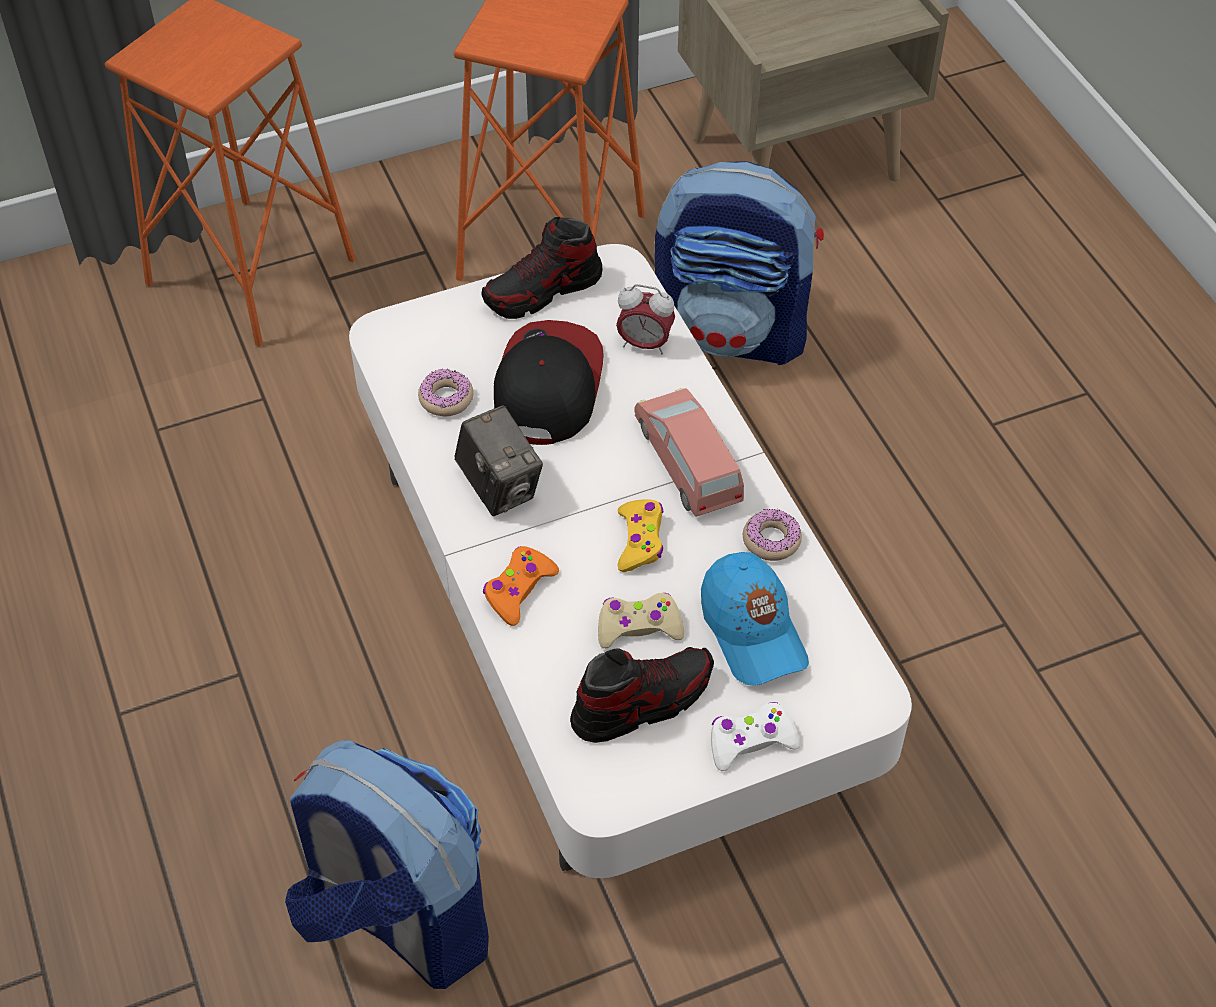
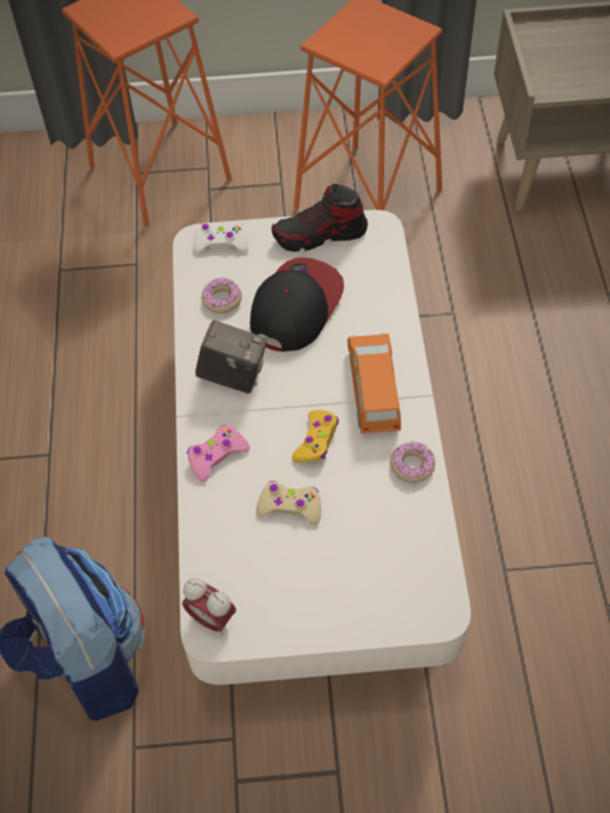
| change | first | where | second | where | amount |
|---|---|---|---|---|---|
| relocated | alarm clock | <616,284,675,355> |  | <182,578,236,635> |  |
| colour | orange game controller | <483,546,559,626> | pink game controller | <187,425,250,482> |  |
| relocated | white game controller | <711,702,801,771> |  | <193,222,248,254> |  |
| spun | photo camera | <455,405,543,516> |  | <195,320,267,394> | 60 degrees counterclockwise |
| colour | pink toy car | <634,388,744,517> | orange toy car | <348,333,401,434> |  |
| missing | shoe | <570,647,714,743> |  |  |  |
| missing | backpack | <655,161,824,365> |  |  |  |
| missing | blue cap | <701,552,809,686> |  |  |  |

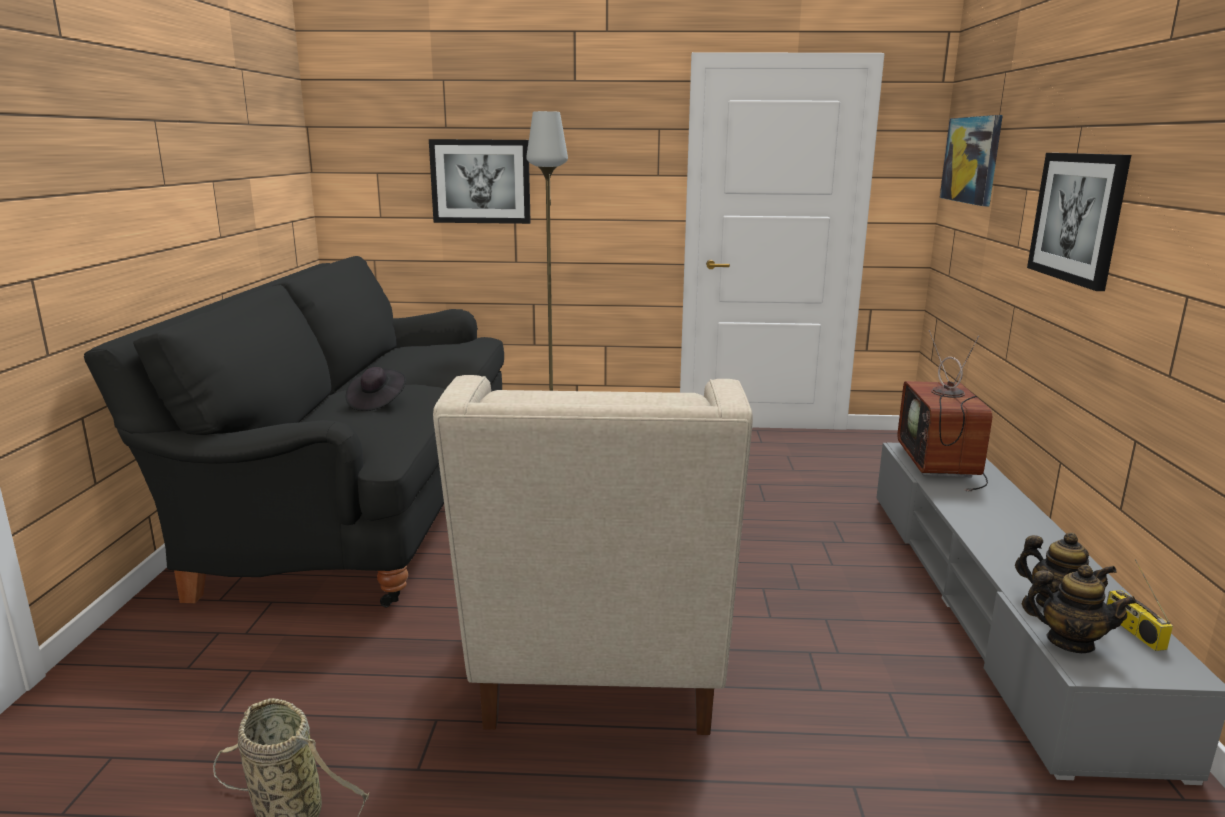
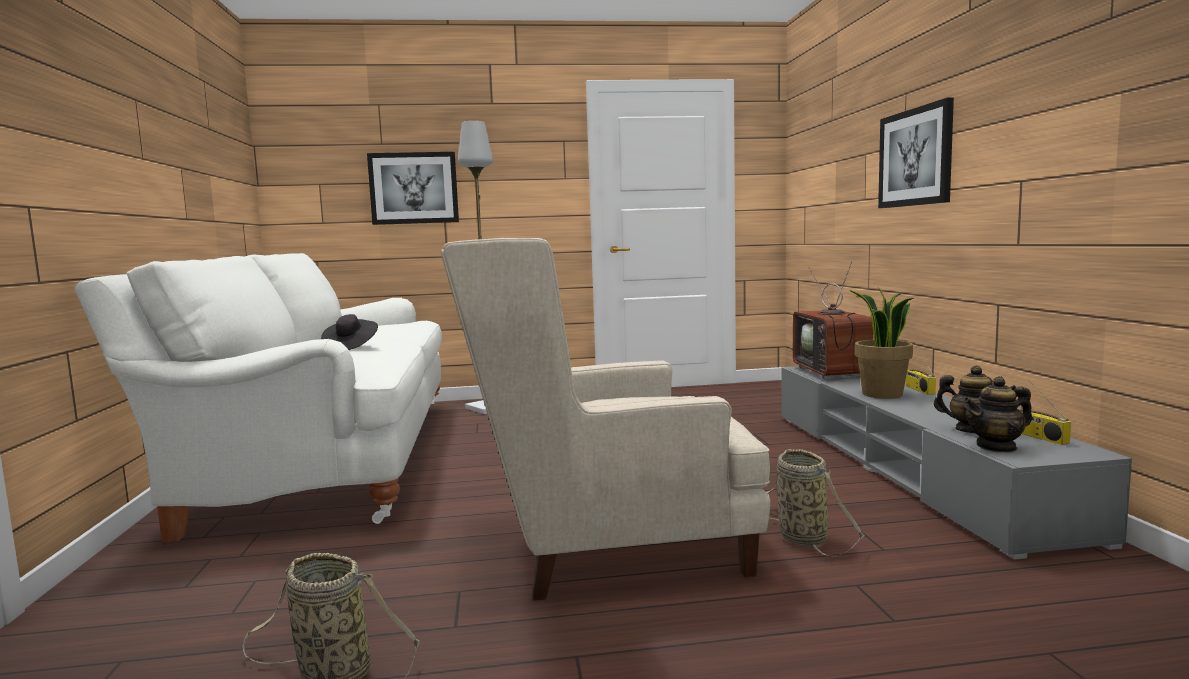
| change | first | where | second | where | amount |
|---|---|---|---|---|---|
| colour | black sofa | <84,256,504,607> | white sofa | <74,253,442,542> |  |
| spun | beige armchair | <433,375,753,735> |  | <441,238,770,601> | 90 degrees clockwise |
| appeared |  |  | basket | <766,449,864,557> |  |
| appeared |  |  | potted plant | <849,288,914,399> |  |
| appeared |  |  | radio | <906,346,936,395> |  |
| spun | teapot | <1022,565,1137,653> |  | <963,376,1032,452> | 150 degrees clockwise |
| missing | picture | <940,115,1003,206> |  |  |  |

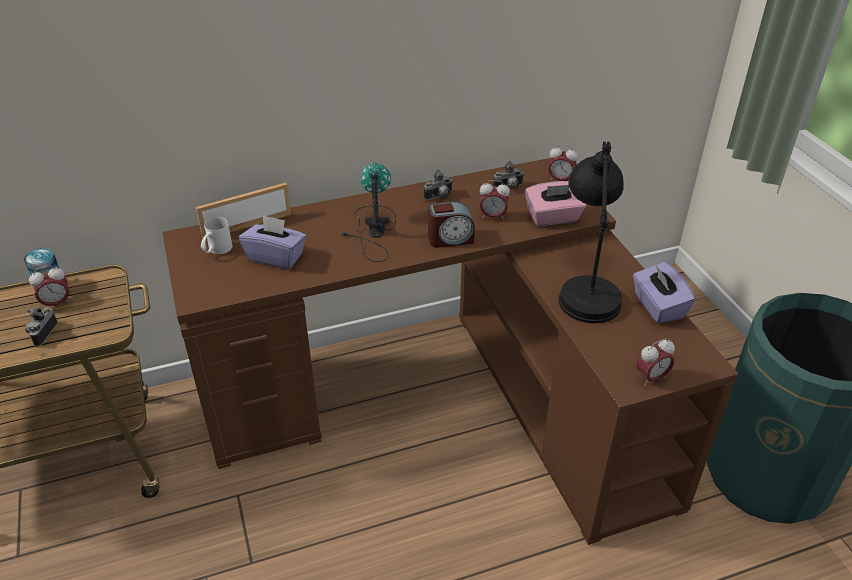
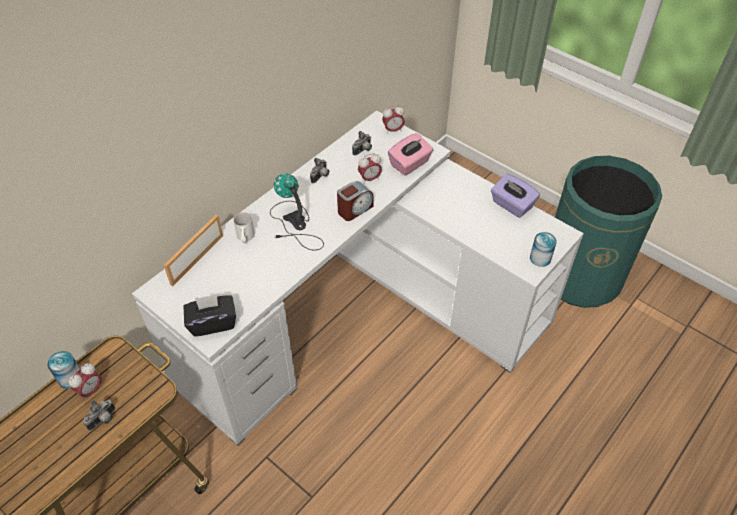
| change | first | where | second | where | amount |
|---|---|---|---|---|---|
| spun | photo camera | <25,307,58,347> |  | <83,400,115,430> | 120 degrees counterclockwise |
| colour | brown desk | <162,158,738,545> | white desk | <132,110,584,446> |  |
| appeared |  |  | black tissue box | <183,295,236,337> |  |
| relocated | white mug | <201,217,232,254> |  | <233,212,255,243> |  |
| exchanged | alarm clock | <636,338,675,386> | can | <530,232,557,267> |  |
| missing | purple tissue box | <239,215,306,269> |  |  |  |
| missing | black table lamp | <559,141,624,324> |  |  |  |

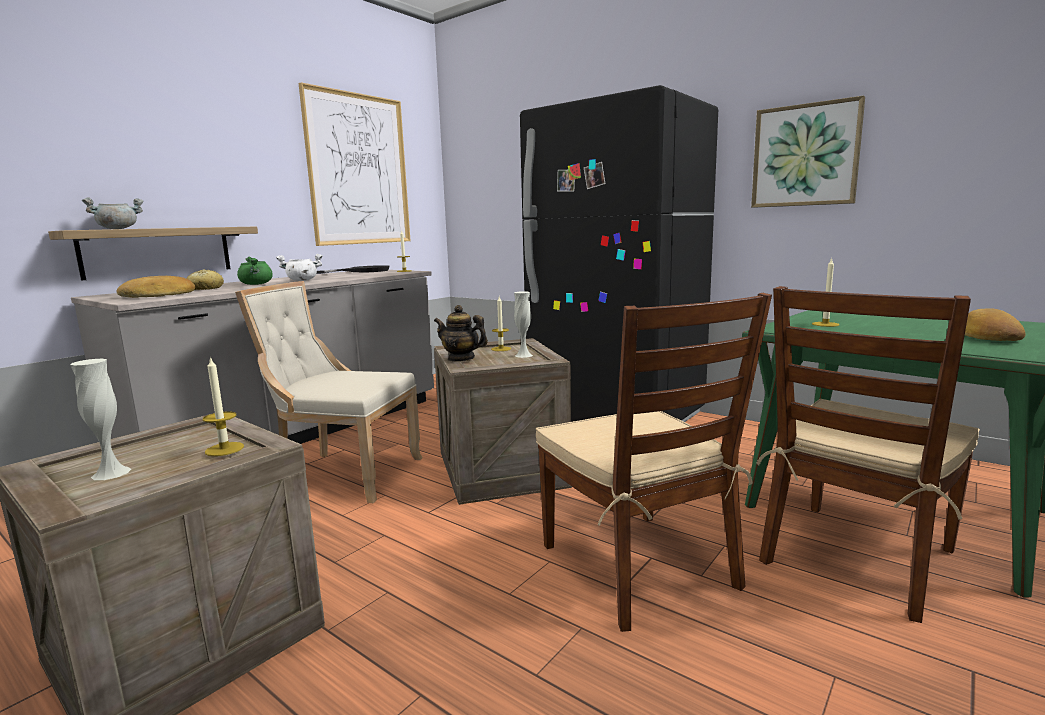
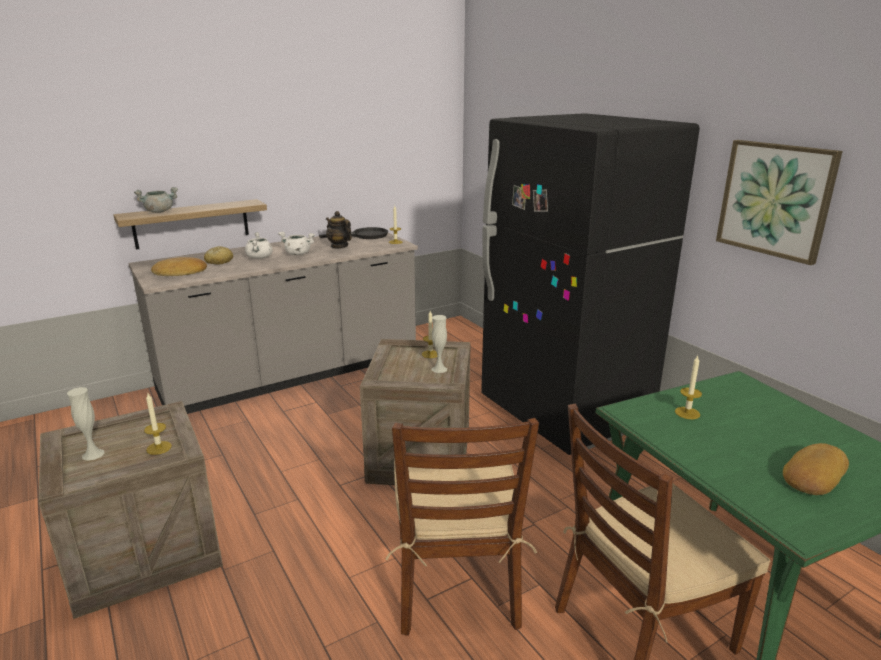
| change | first | where | second | where | amount |
|---|---|---|---|---|---|
| colour | green cooking pot | <237,257,273,285> | white cooking pot | <245,232,273,259> |  |
| relocated | teapot | <434,305,488,362> |  | <326,211,352,249> |  |
| missing | beige chair | <235,281,423,503> |  |  |  |
| missing | picture | <298,82,411,246> |  |  |  |

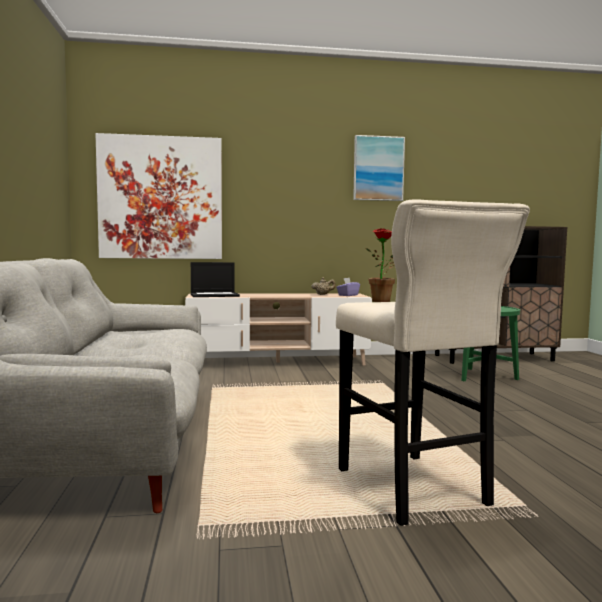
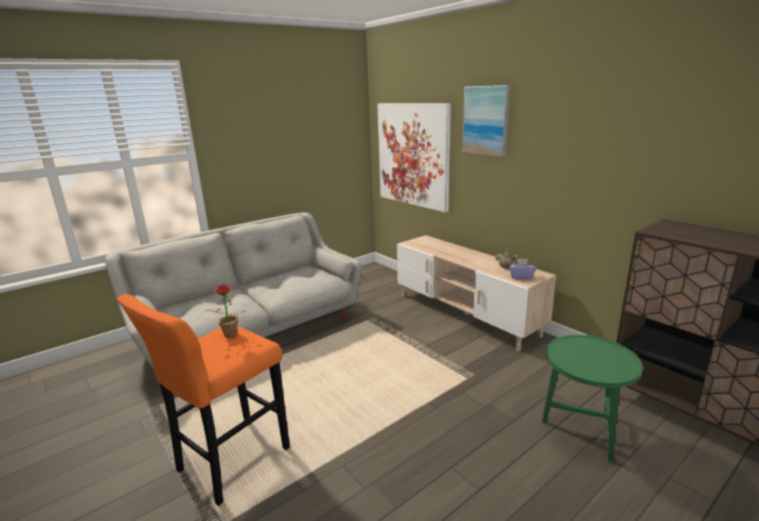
| change | first | where | second | where | amount |
|---|---|---|---|---|---|
| colour | beige stool | <336,199,530,526> | orange stool | <117,294,290,506> |  |
| relocated | picture | <353,135,405,201> |  | <462,85,510,156> |  |
| missing | laptop | <191,262,240,297> |  |  |  |

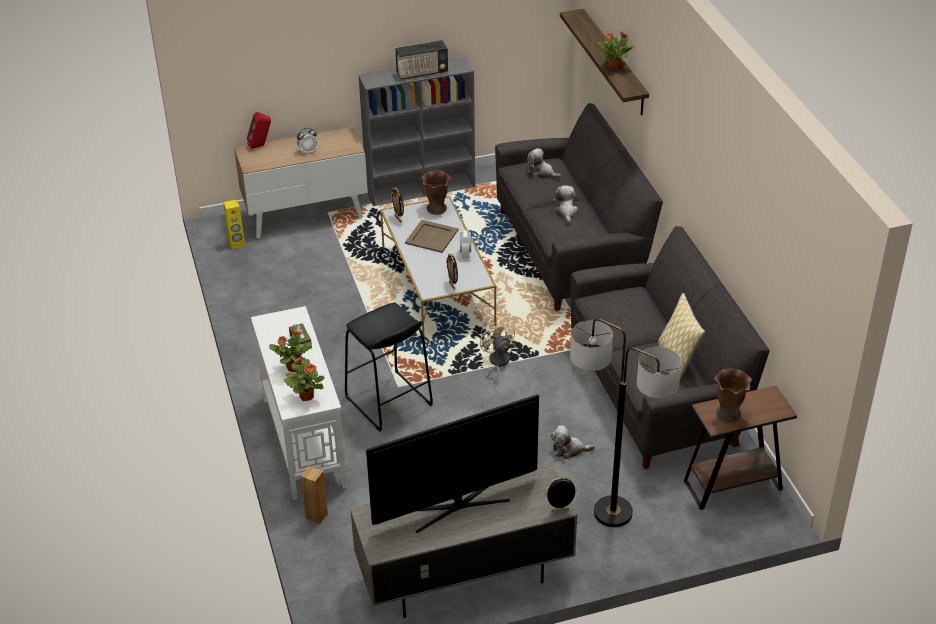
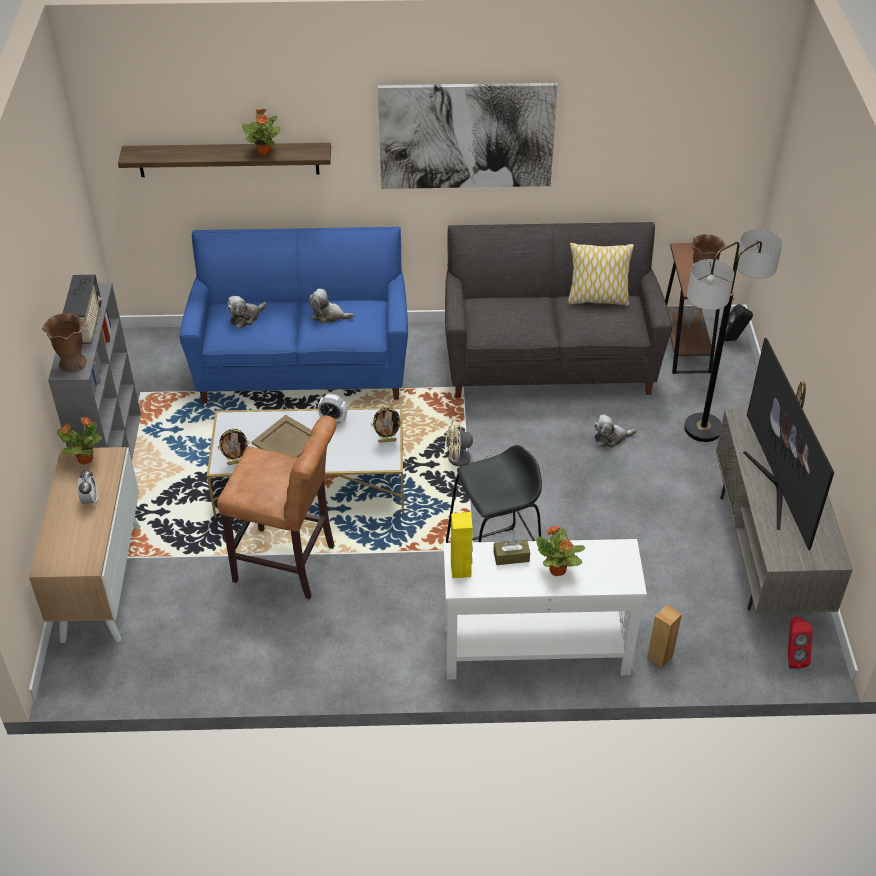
| change | first | where | second | where | amount |
|---|---|---|---|---|---|
| relocated | brown vase | <421,171,451,215> |  | <42,313,87,373> |  |
| relocated | potted plant | <284,357,325,401> |  | <57,417,103,464> |  |
| colour | grey sofa | <495,103,663,311> | blue sofa | <180,227,408,403> |  |
| appeared |  |  | brown stool | <217,415,337,599> |  |
| appeared |  |  | picture | <378,83,558,189> |  |
| relocated | yellow speaker | <223,200,245,249> |  | <451,512,473,578> |  |
| spun | plush toy | <551,425,595,459> |  | <594,415,637,448> | 60 degrees clockwise |
| appeared |  |  | black speaker | <724,304,753,341> |  |
| relocated | red speaker | <247,112,271,149> |  | <788,617,813,669> |  |

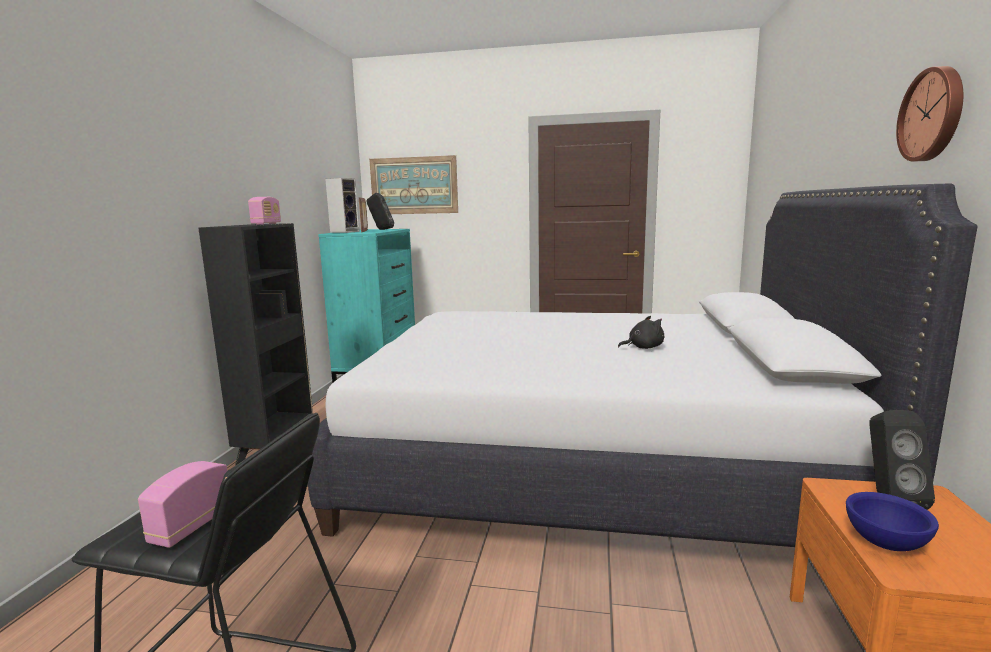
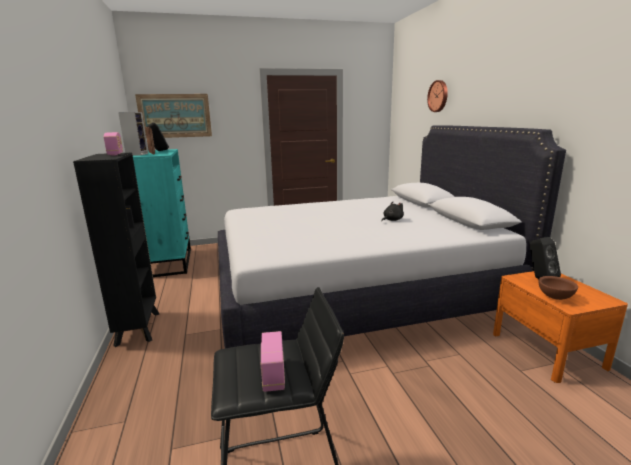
| change | first | where | second | where | amount |
|---|---|---|---|---|---|
| relocated | wall clock | <896,66,963,161> |  | <427,80,448,112> |  |
| colour | blue bowl | <846,492,939,551> | brown bowl | <538,276,578,300> |  |

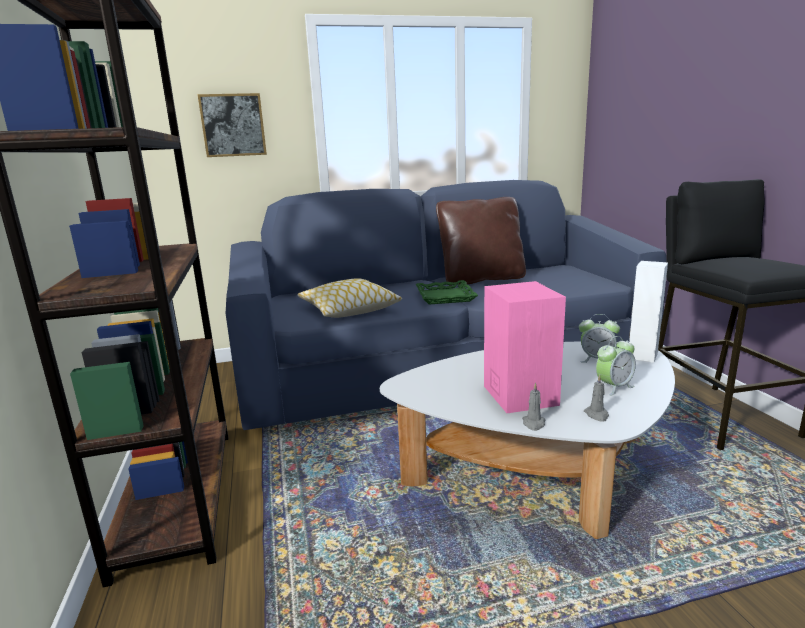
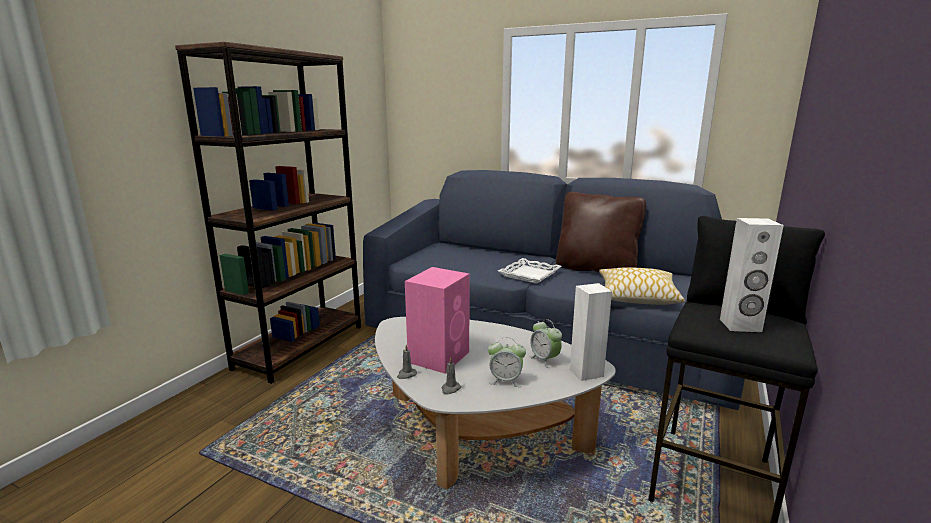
| change | first | where | second | where | amount |
|---|---|---|---|---|---|
| colour | green tray | <416,280,478,304> | white tray | <498,258,562,284> |  |
| relocated | pillow | <297,278,402,318> |  | <599,267,685,305> |  |
| appeared |  |  | white speaker | <720,218,784,332> |  |
| missing | picture | <198,93,267,157> |  |  |  |

